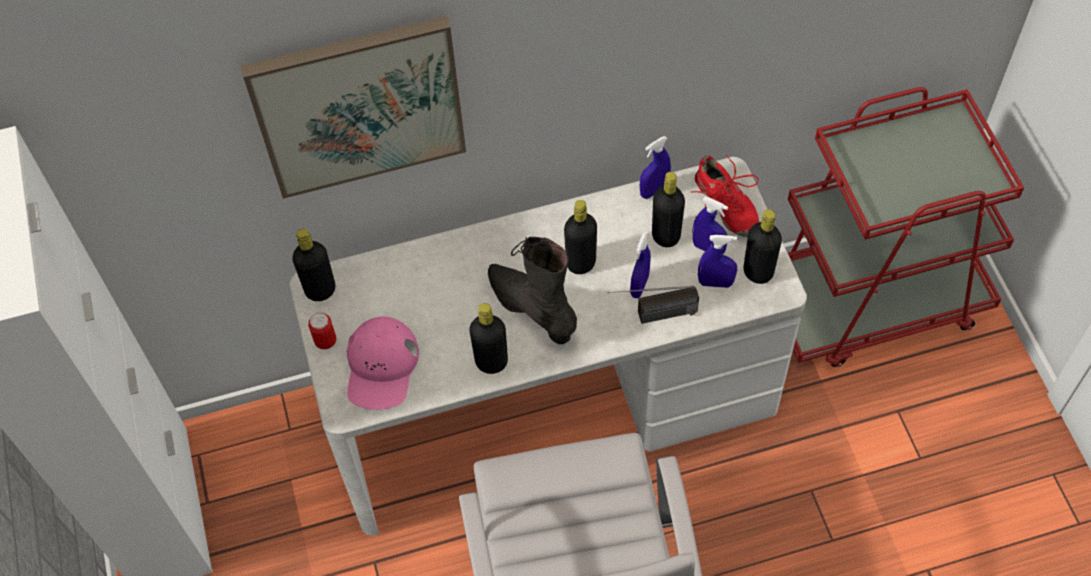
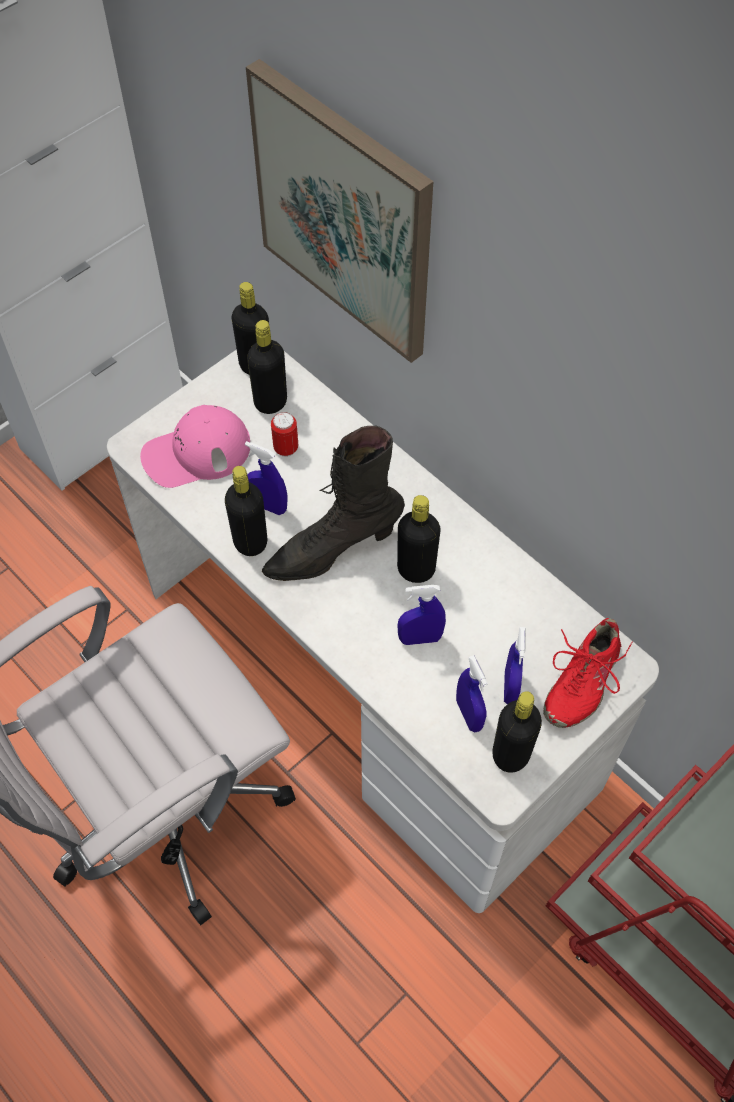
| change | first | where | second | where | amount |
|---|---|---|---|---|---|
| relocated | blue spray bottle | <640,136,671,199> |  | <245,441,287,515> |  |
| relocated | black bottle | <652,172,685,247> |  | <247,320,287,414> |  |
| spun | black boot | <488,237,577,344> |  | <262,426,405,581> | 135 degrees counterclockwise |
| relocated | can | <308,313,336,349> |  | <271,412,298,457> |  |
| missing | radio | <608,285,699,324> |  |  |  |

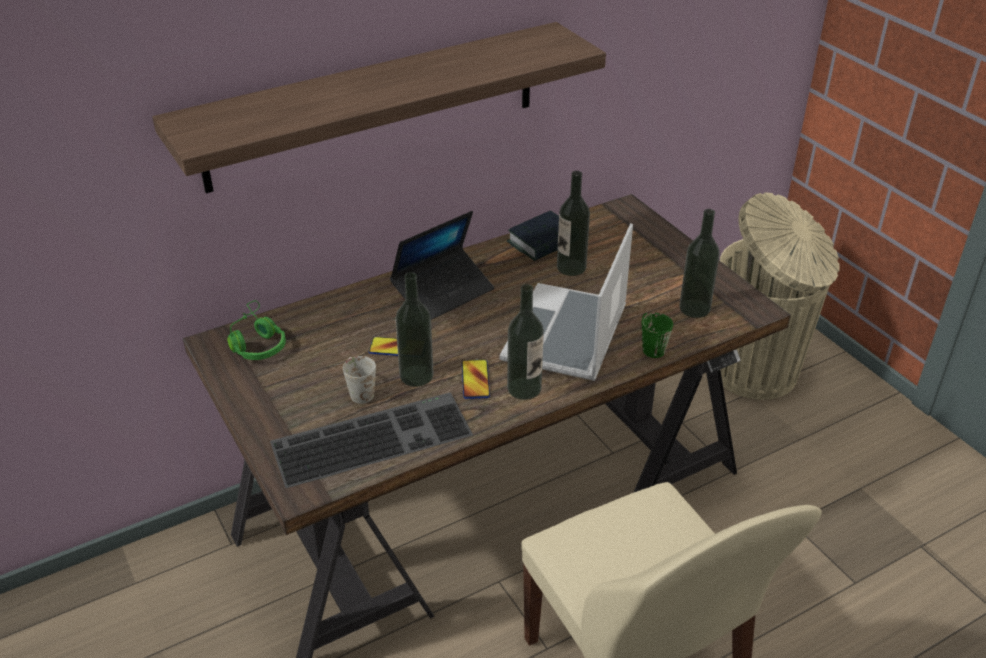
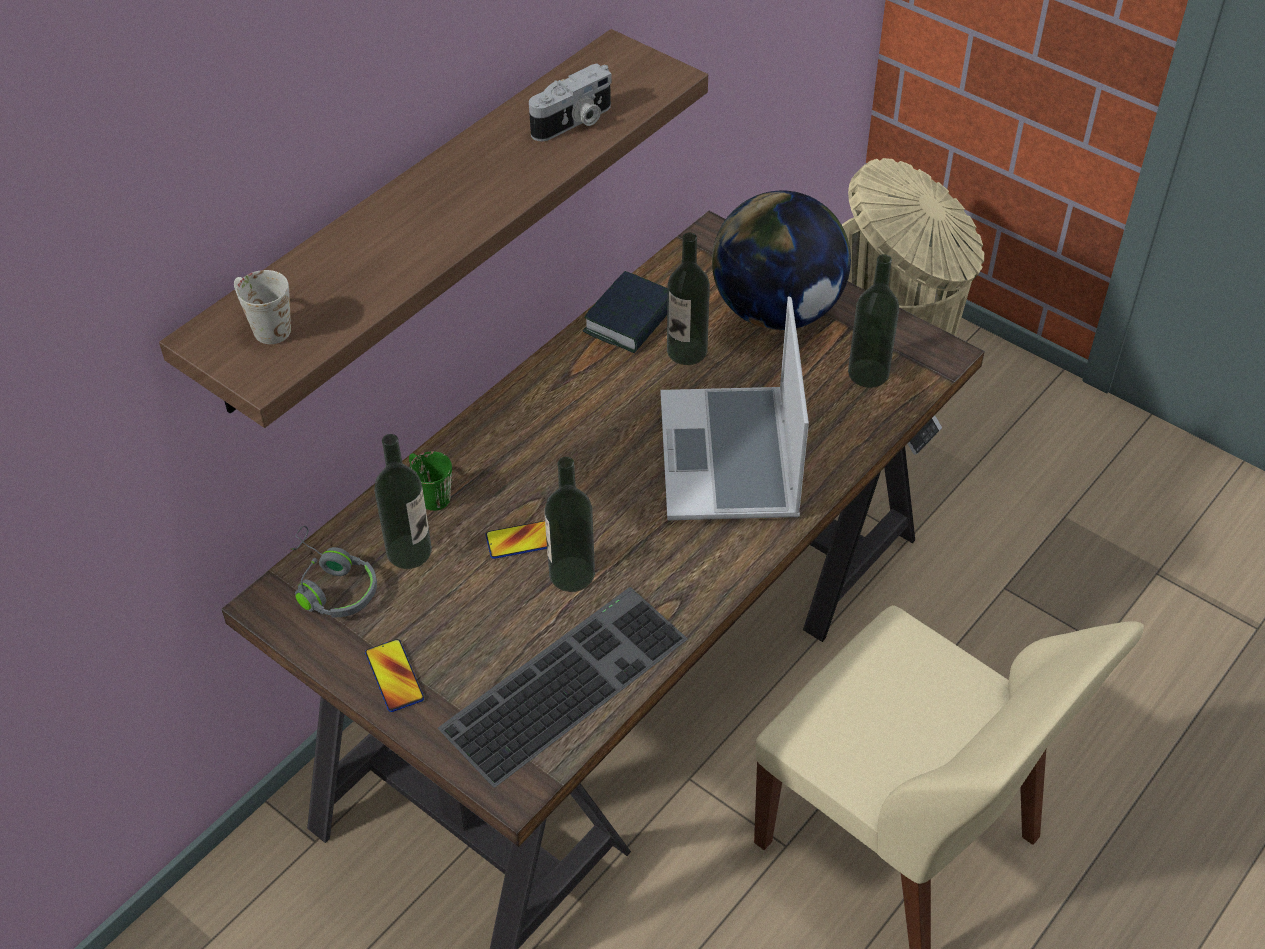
| change | first | where | second | where | amount |
|---|---|---|---|---|---|
| relocated | white mug | <343,356,376,404> |  | <234,270,291,344> |  |
| colour | green headphones | <227,300,286,360> | grey headphones | <292,526,377,618> |  |
| relocated | phone | <462,359,490,399> |  | <365,639,424,712> |  |
| relocated | bottle | <507,284,544,400> |  | <374,434,432,569> |  |
| relocated | green mug | <642,313,673,358> |  | <409,451,452,511> |  |
| appeared |  |  | photo camera | <529,64,612,141> |  |
| appeared |  |  | globe | <712,191,851,330> |  |
| missing | laptop | <390,211,494,320> |  |  |  |

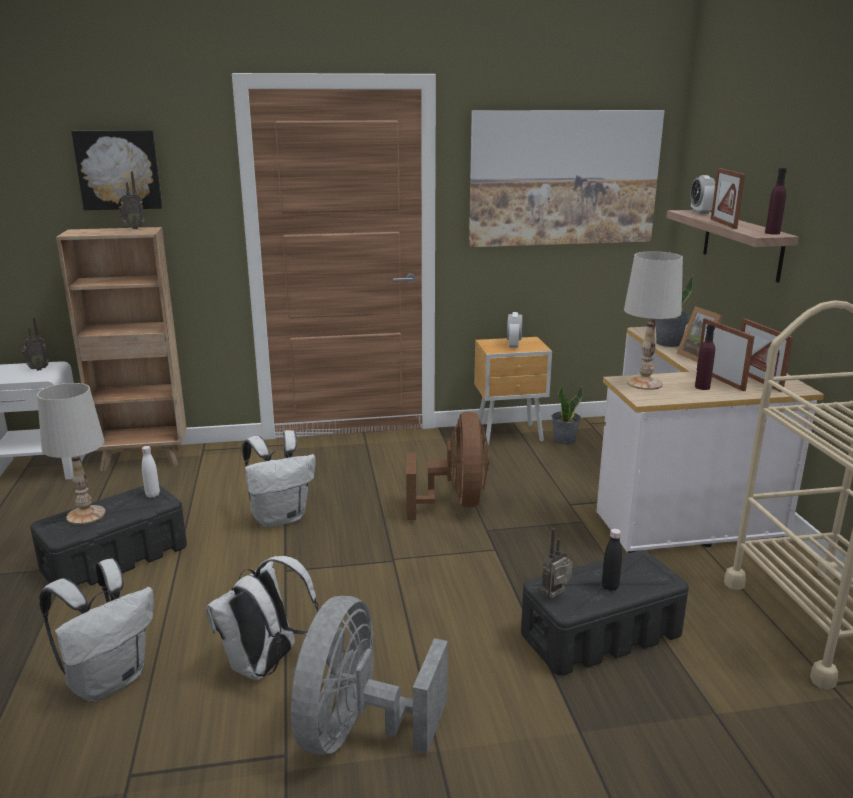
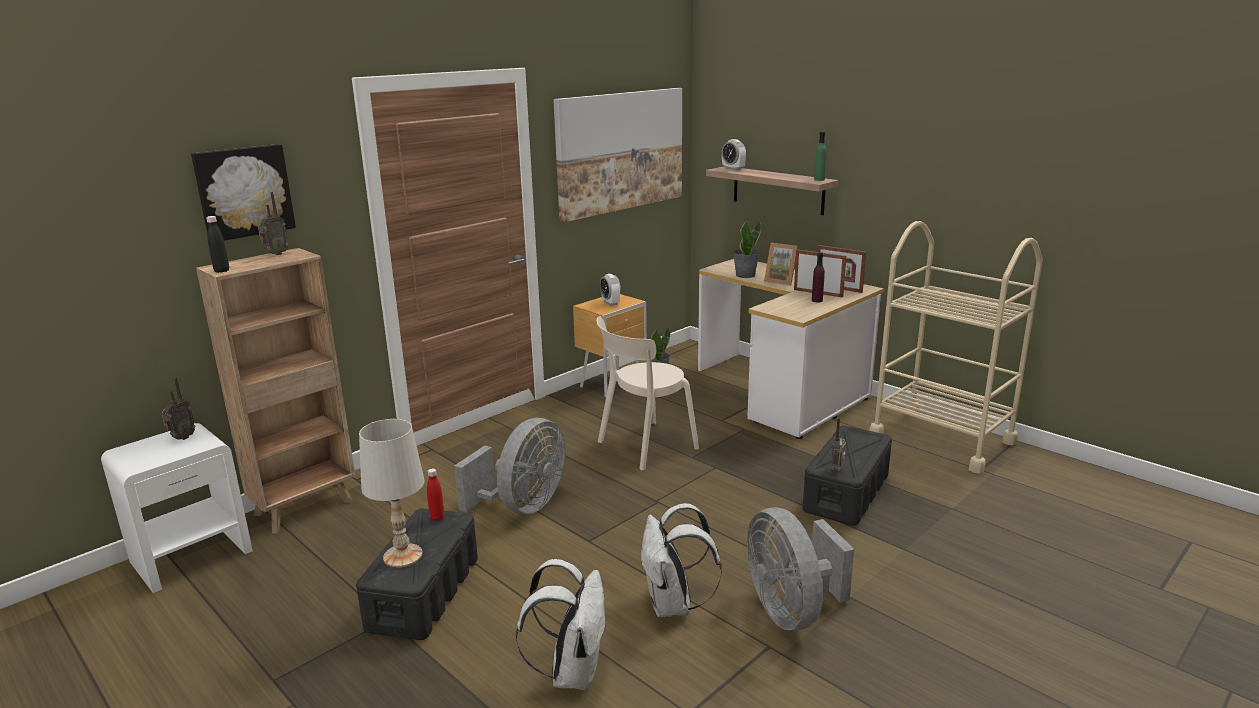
| change | first | where | second | where | amount |
|---|---|---|---|---|---|
| relocated | black bottle | <602,528,622,591> |  | <206,216,229,273> |  |
| colour | white bottle | <142,446,160,498> | red bottle | <427,468,444,521> |  |
| exchanged | white backpack | <242,430,316,528> | grey fan | <454,418,565,514> |  |
| exchanged | brown fan | <406,411,490,520> | beige chair | <596,316,699,471> |  |
| colour | purple bottle | <765,168,787,235> | green bottle | <814,132,827,181> |  |
| missing | white table lamp | <624,252,683,390> |  |  |  |
| missing | picture frame | <711,168,745,229> |  |  |  |

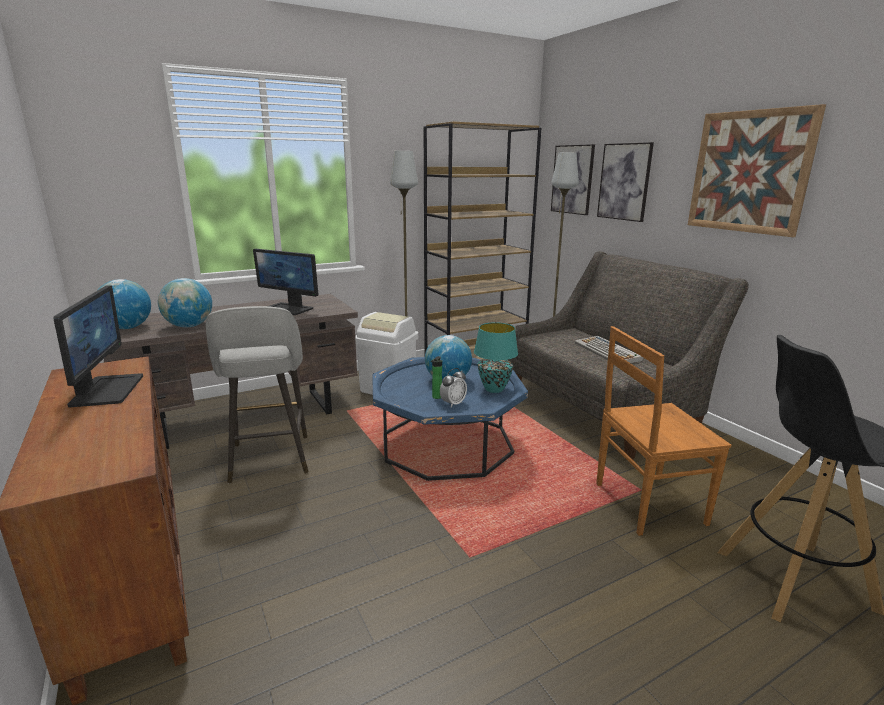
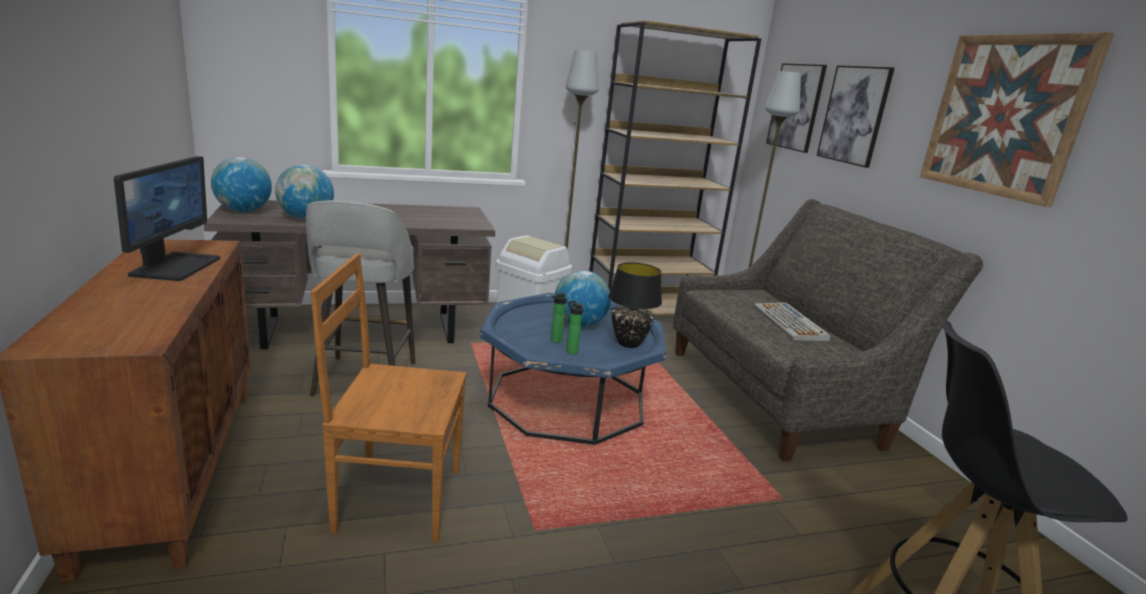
| change | first | where | second | where | amount |
|---|---|---|---|---|---|
| relocated | brown chair | <596,326,731,536> |  | <310,253,467,543> |  |
| exchanged | alarm clock | <440,368,467,407> | bottle | <566,301,583,354> |  |
| colour | turquoise table lamp | <474,322,518,393> | black table lamp | <608,262,662,348> |  |
| missing | monitor | <253,249,318,315> |  |  |  |

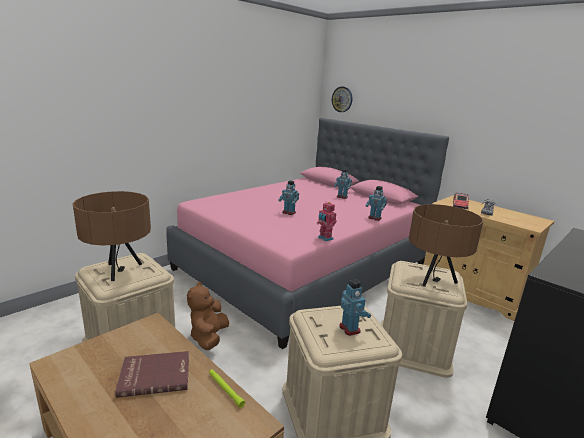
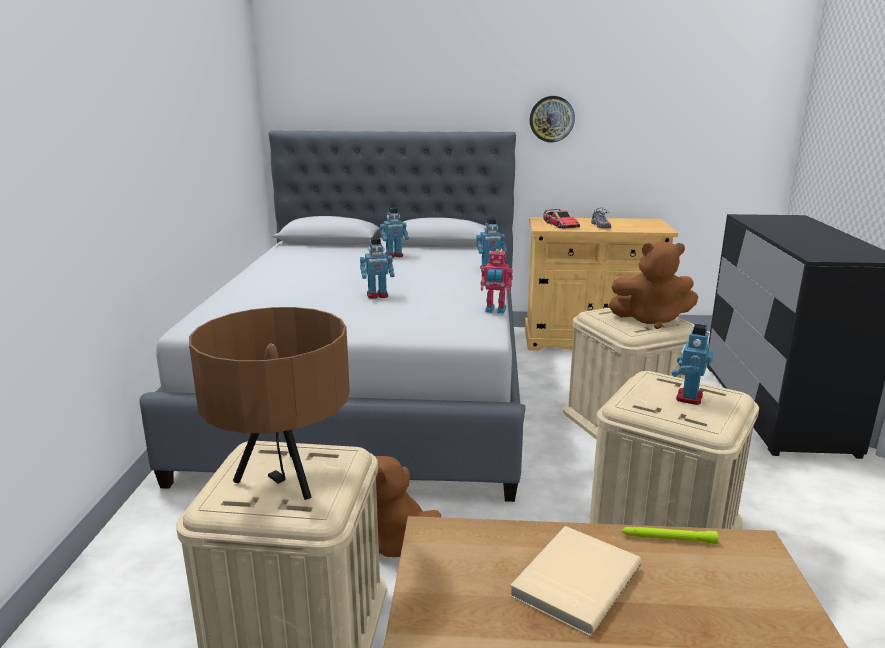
| change | first | where | second | where | amount |
|---|---|---|---|---|---|
| colour | pink bed | <166,118,449,349> | grey bed | <139,130,525,502> |  |
| colour | red book | <115,351,189,398> | beige book | <510,526,641,636> |  |
| relocated | wall clock | <332,86,352,112> |  | <529,96,575,142> |  |
| exchanged | brown table lamp | <409,204,483,287> | brown plush toy | <609,242,698,329> |  |
| spun | toy robot | <340,279,371,336> |  | <672,324,714,405> | 90 degrees counterclockwise |

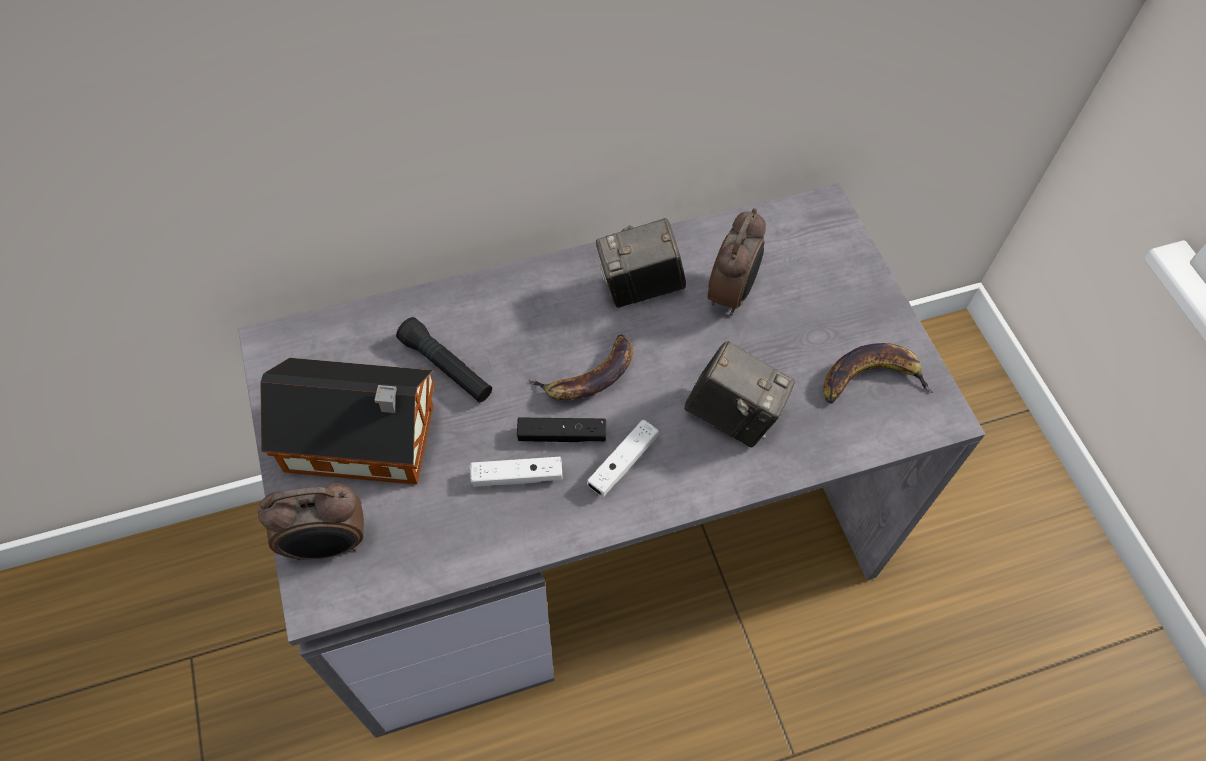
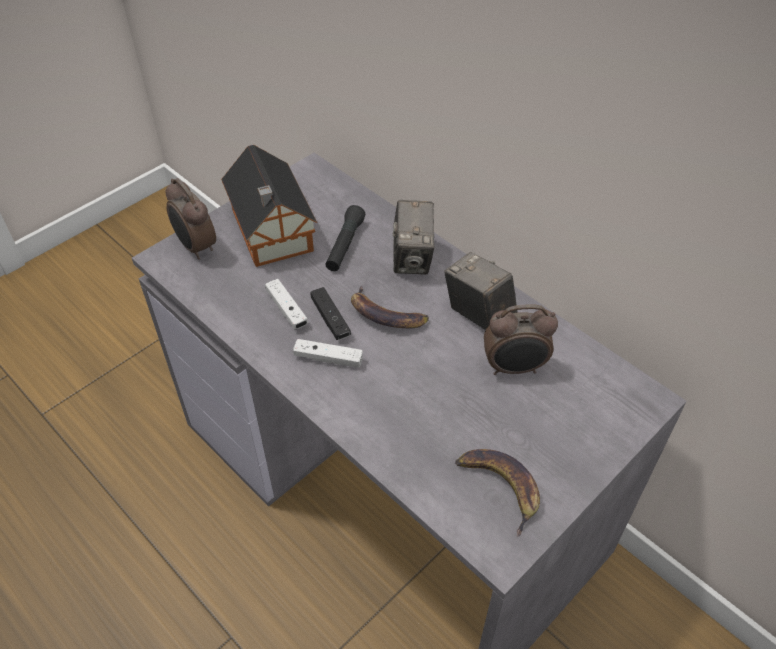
| change | first | where | second | where | amount |
|---|---|---|---|---|---|
| relocated | photo camera | <684,341,795,447> |  | <393,200,435,274> |  |

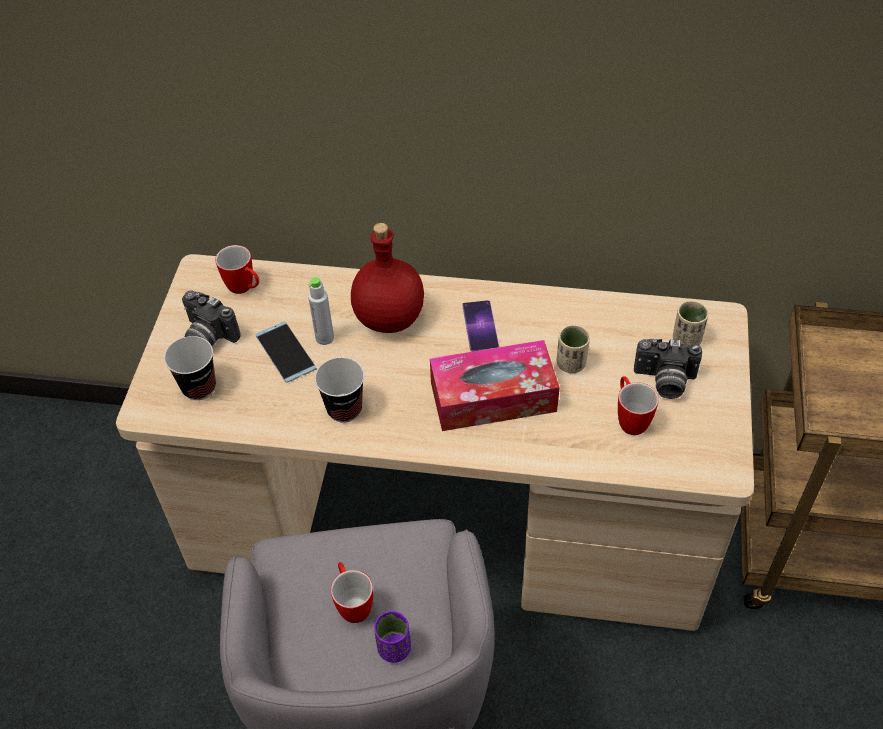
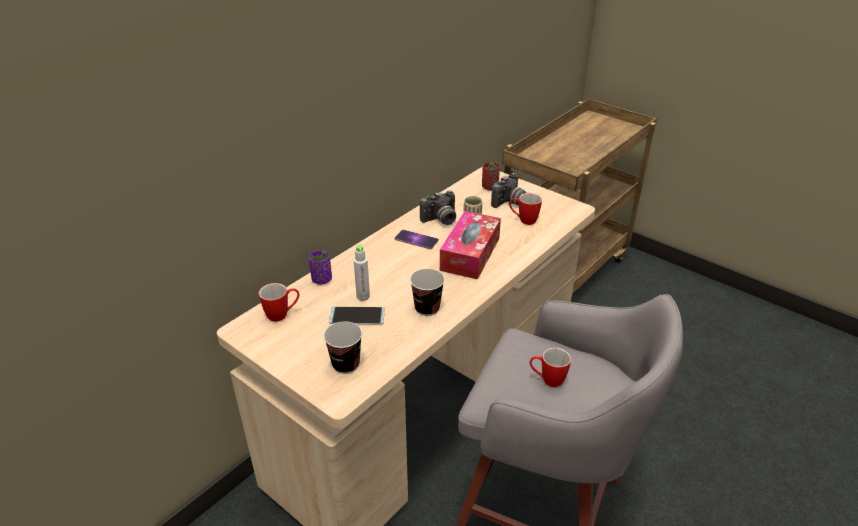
| change | first | where | second | where | amount |
|---|---|---|---|---|---|
| relocated | purple cup | <374,611,411,663> |  | <309,250,332,285> |  |
| relocated | photo camera | <182,290,240,346> |  | <420,190,456,225> |  |
| colour | beige cup | <673,301,709,345> | red cup | <482,162,500,190> |  |
| missing | red bottle | <351,223,424,333> |  |  |  |

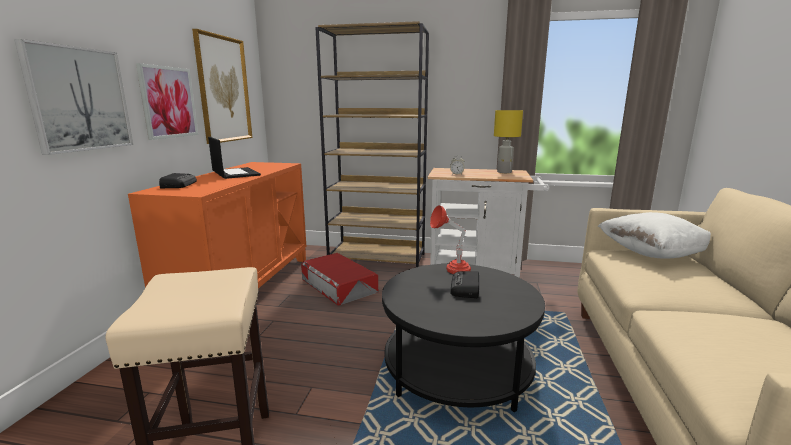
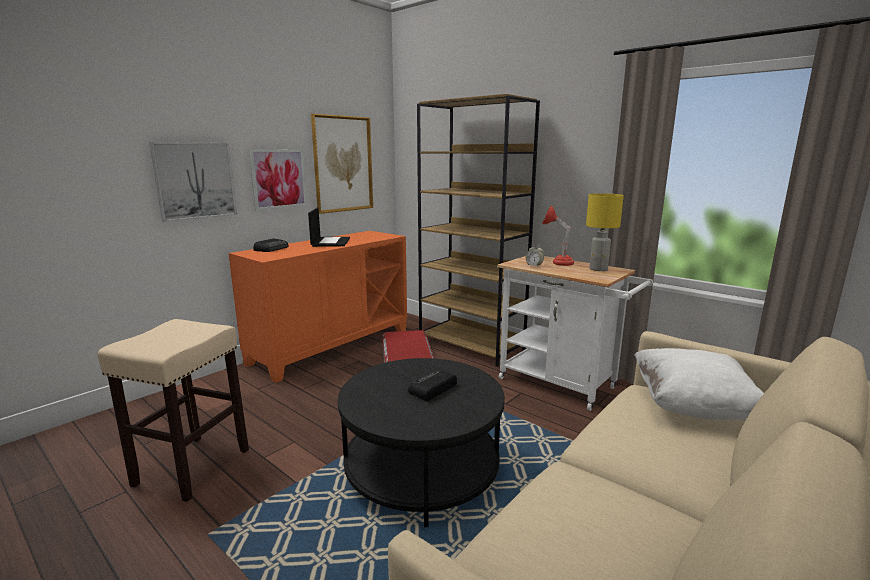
| change | first | where | second | where | amount |
|---|---|---|---|---|---|
| relocated | red table lamp | <430,205,471,274> |  | <542,206,574,266> |  |

